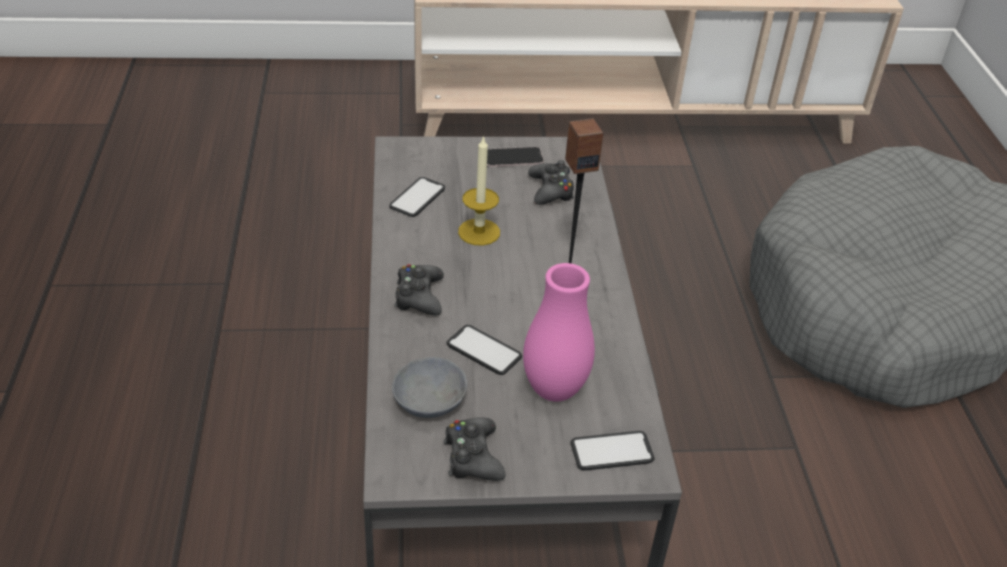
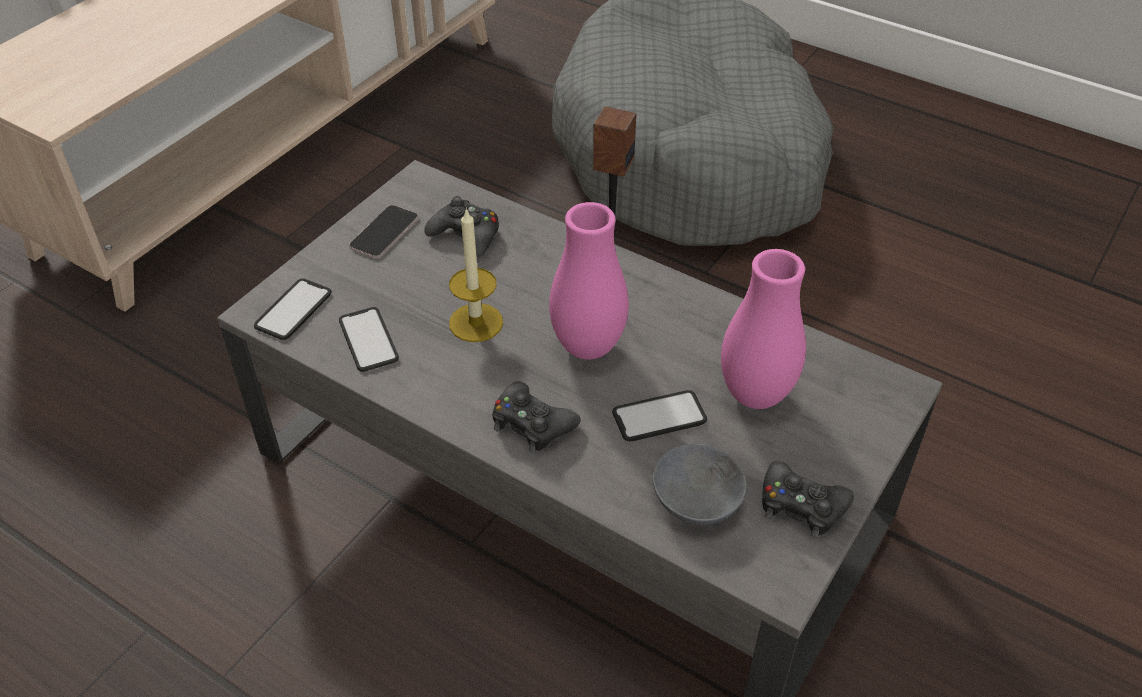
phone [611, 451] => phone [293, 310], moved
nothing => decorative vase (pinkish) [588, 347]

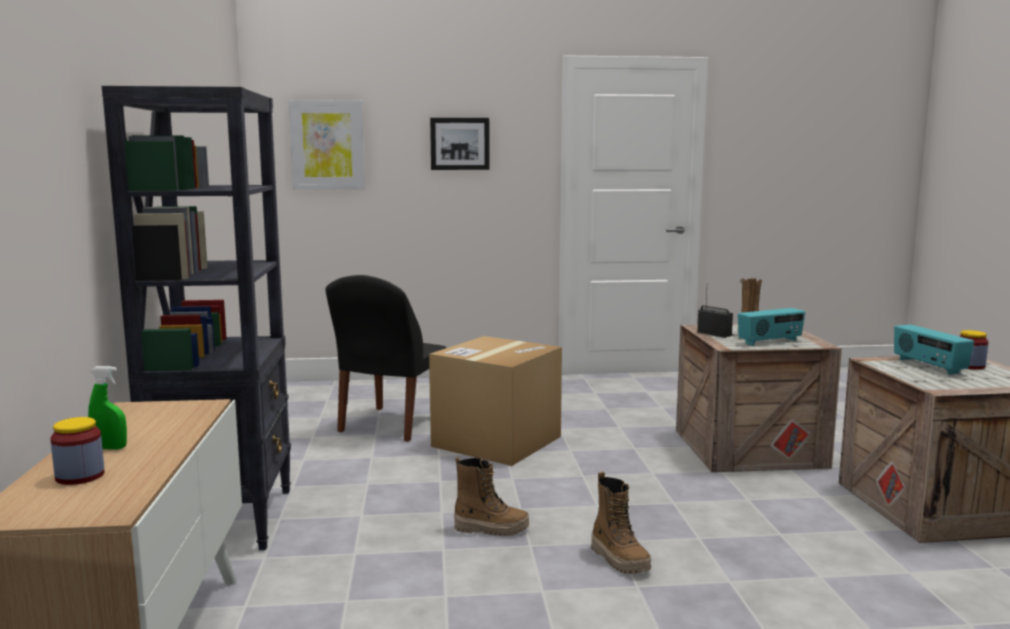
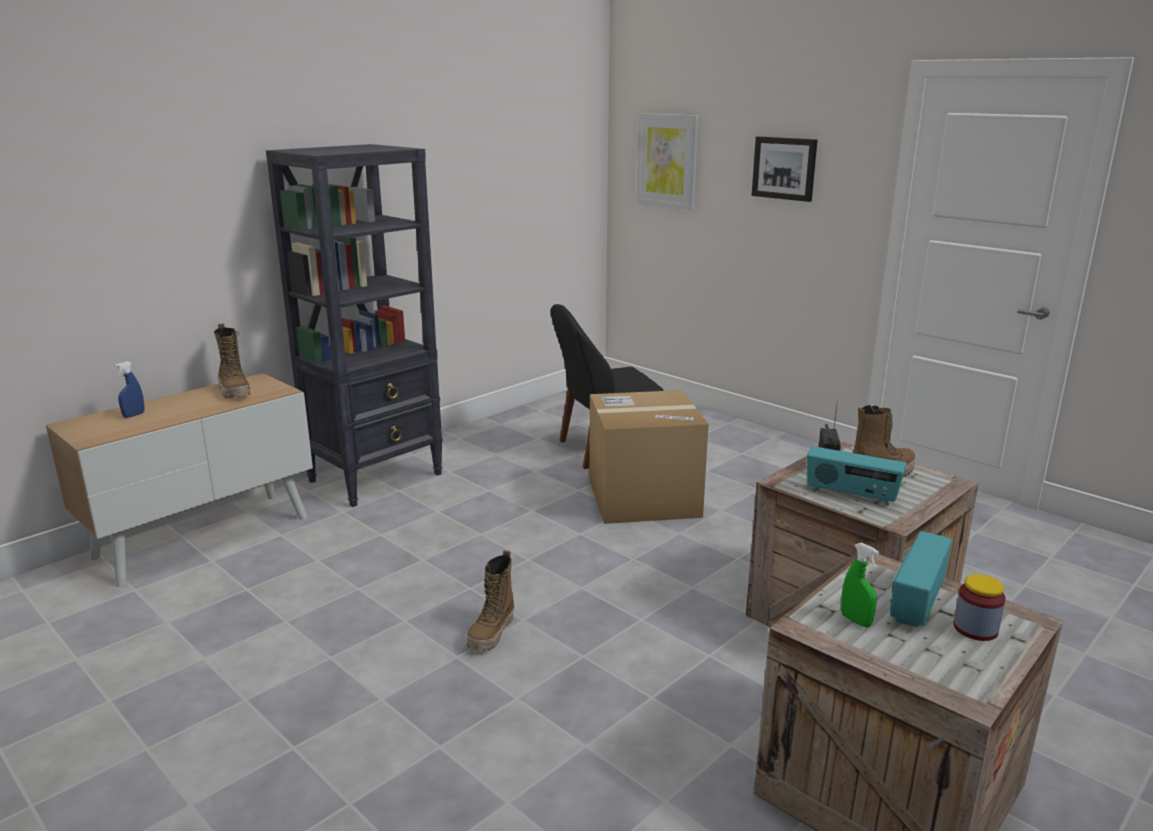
storage jar [80, 476] => spray bottle (blue) [134, 415]
spray bottle (green) [109, 448] => spray bottle (green) [856, 620], moved
tall boot [491, 529] => tall boot [234, 392], moved

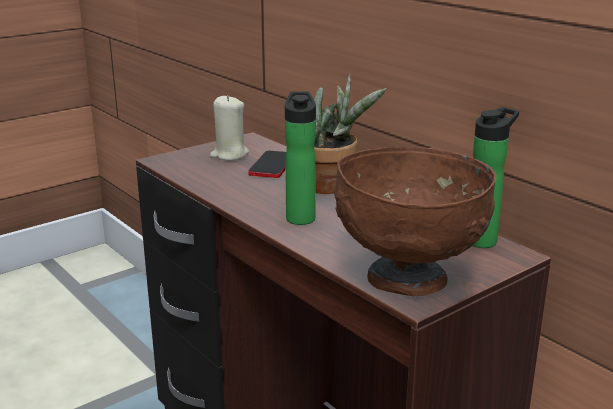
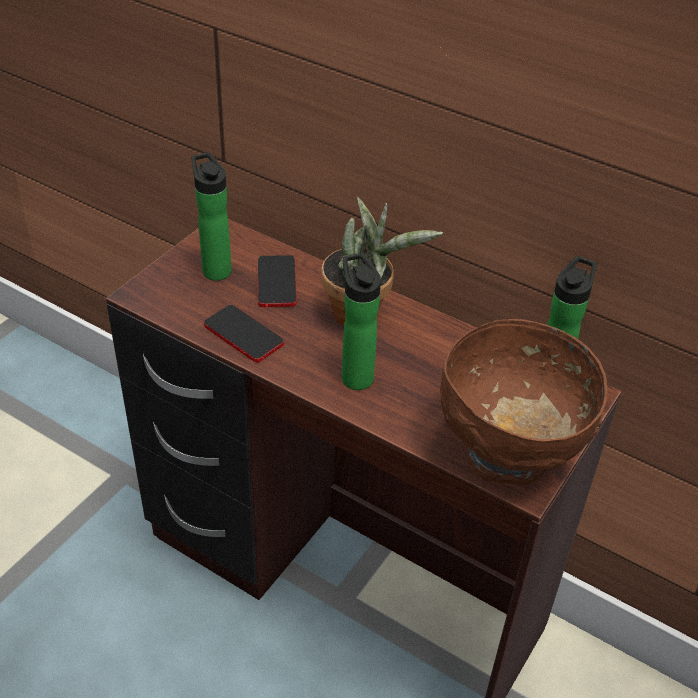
wax candle (beige) [229, 155] => drink bottle [215, 269]
nothing => phone [243, 335]

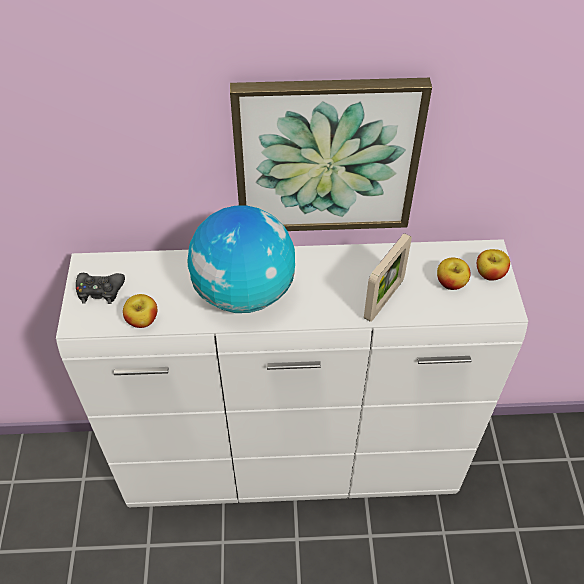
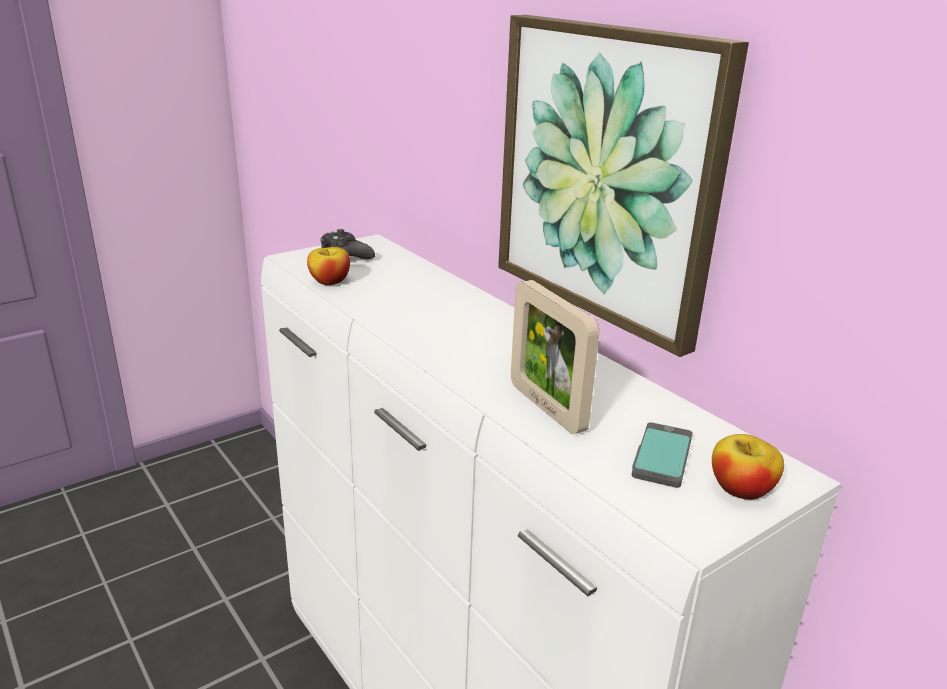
globe [244, 292] => nothing
standing frame [384, 299] => standing frame [546, 408], 60 degrees clockwise
apple [451, 283] => phone [662, 456]

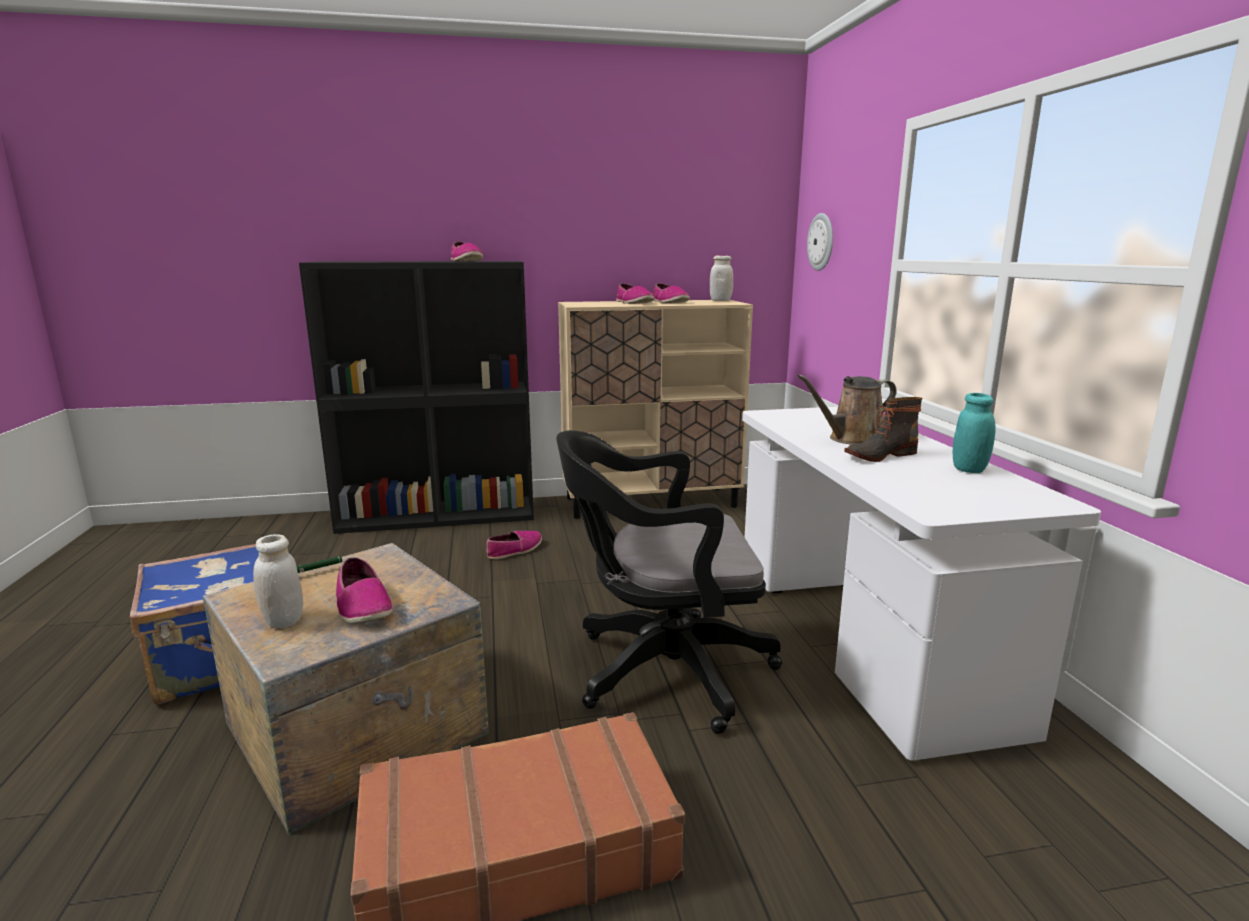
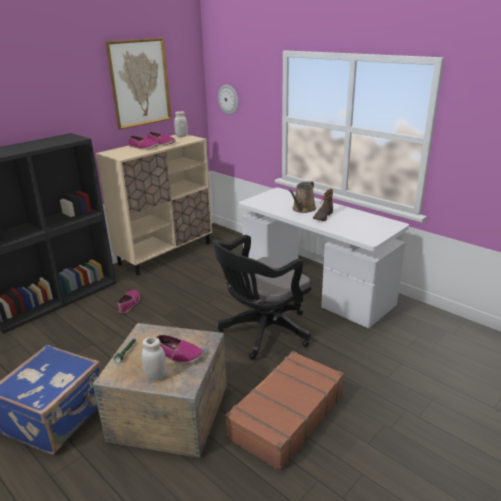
shoe [465, 261] => nothing
storage jar (blue-green) [969, 469] => nothing
nothing => wall picture [139, 83]

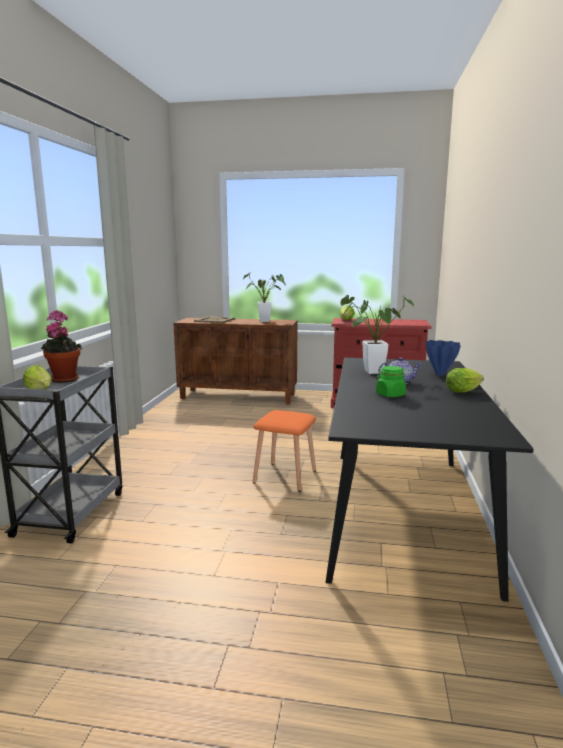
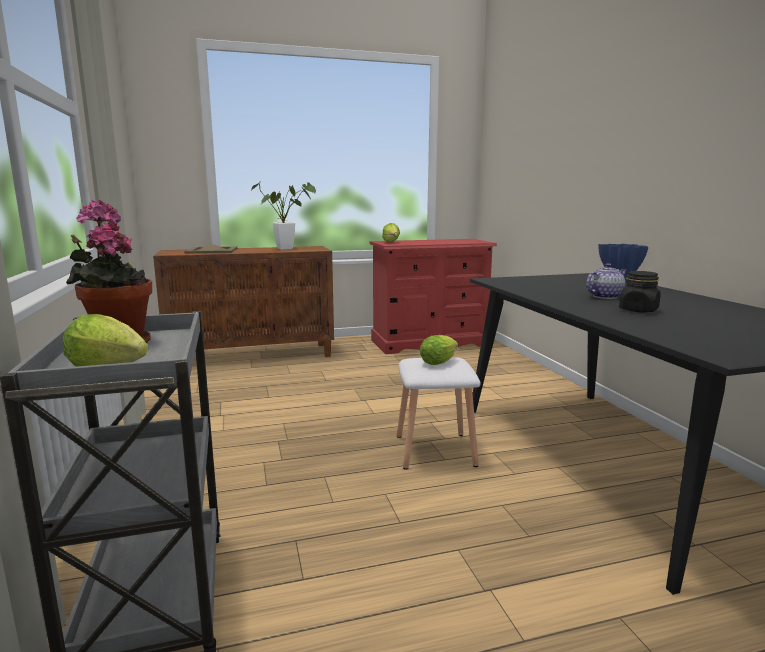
sitting stool (orange) [285, 476] => sitting stool (white) [434, 450]
plant in a pot [369, 372] => nothing
storage jar (green) [390, 395] => storage jar (black-coloured) [638, 310]
lettuce head [464, 391] => lettuce head [440, 362], moved

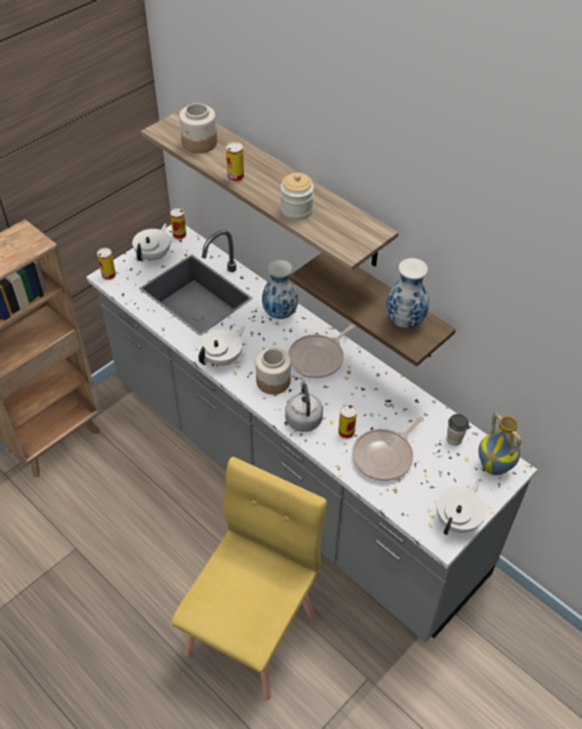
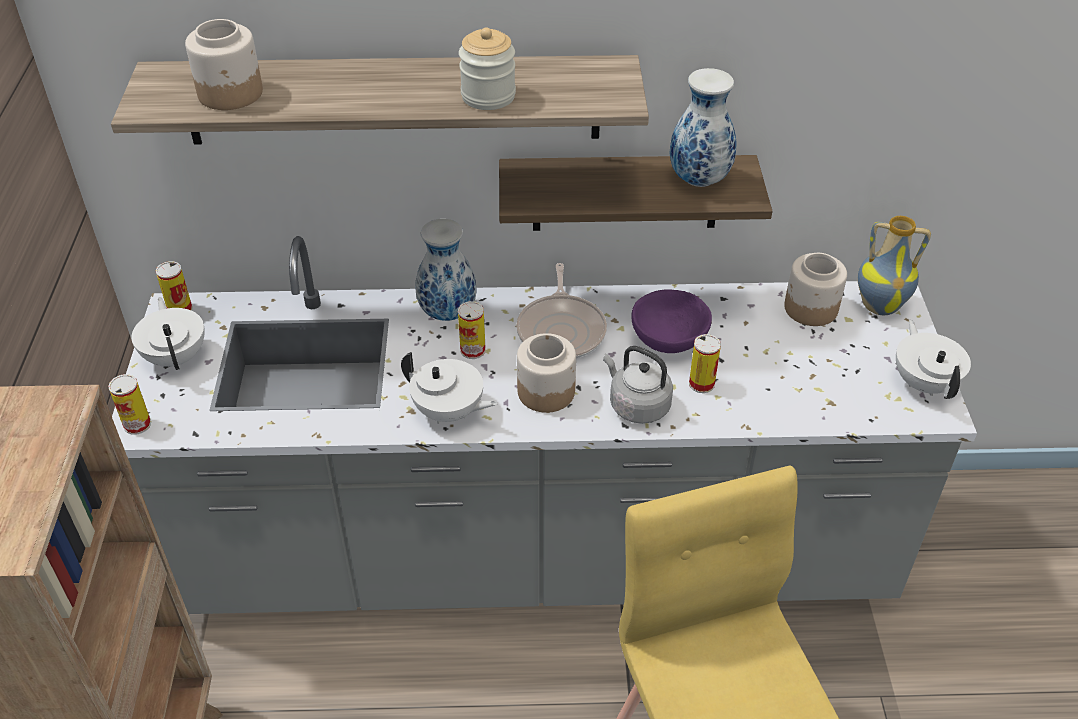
teapot (white) [223, 359] => teapot (white) [449, 412], 120 degrees clockwise
metal can [235, 177] => metal can [473, 350], moved
frying pan [385, 456] => nothing
small cup [454, 439] => storage jar [810, 309]
nothing => deep dish (purple) [669, 340]

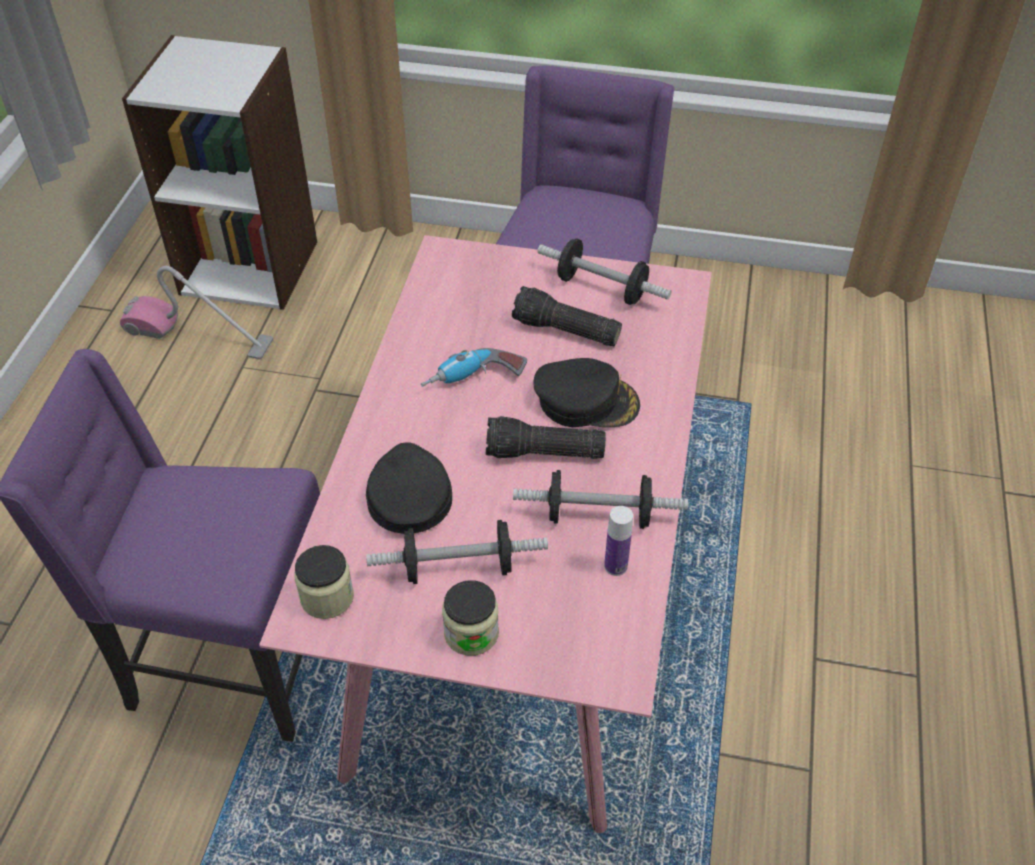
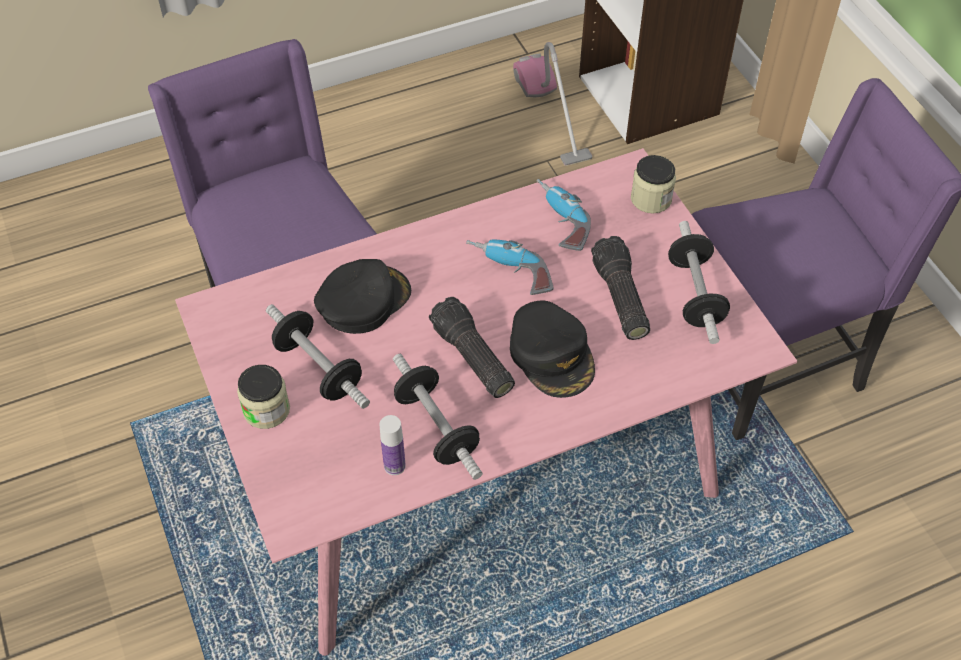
storage jar [327, 597] => storage jar [651, 199], moved
nothing => drill [559, 222]

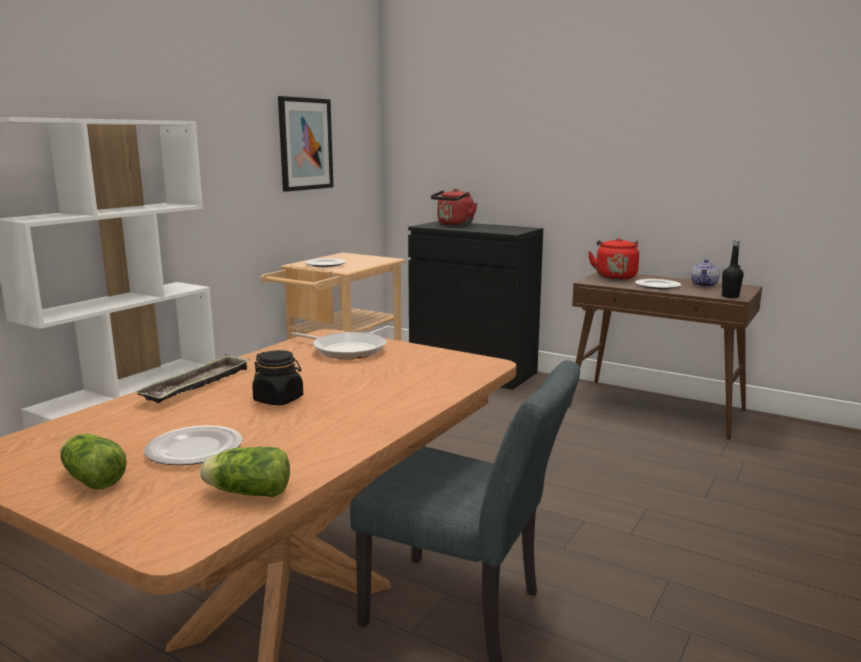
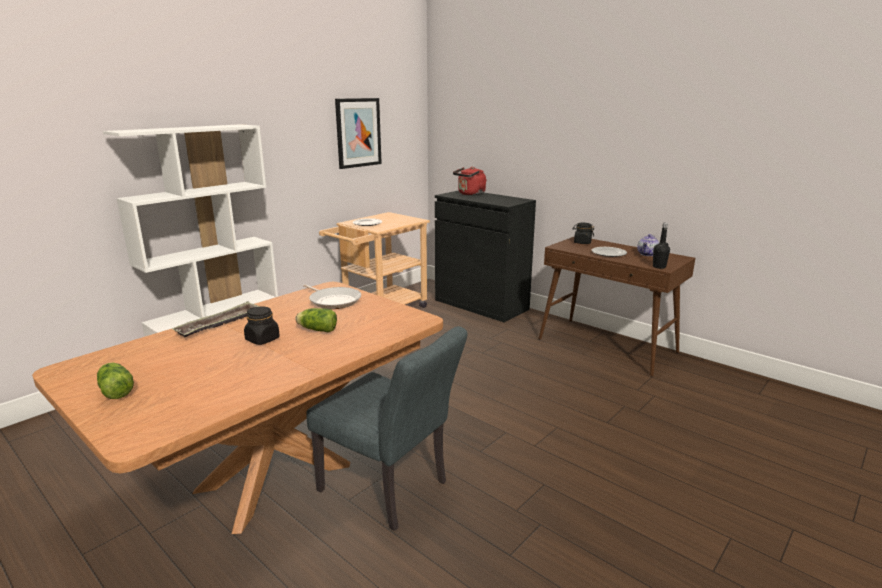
flat dish [193, 449] => nothing
lettuce head [246, 492] => lettuce head [316, 329], moved
tea kettle (red-coloured) [615, 276] => storage jar (black-coloured) [582, 242]

